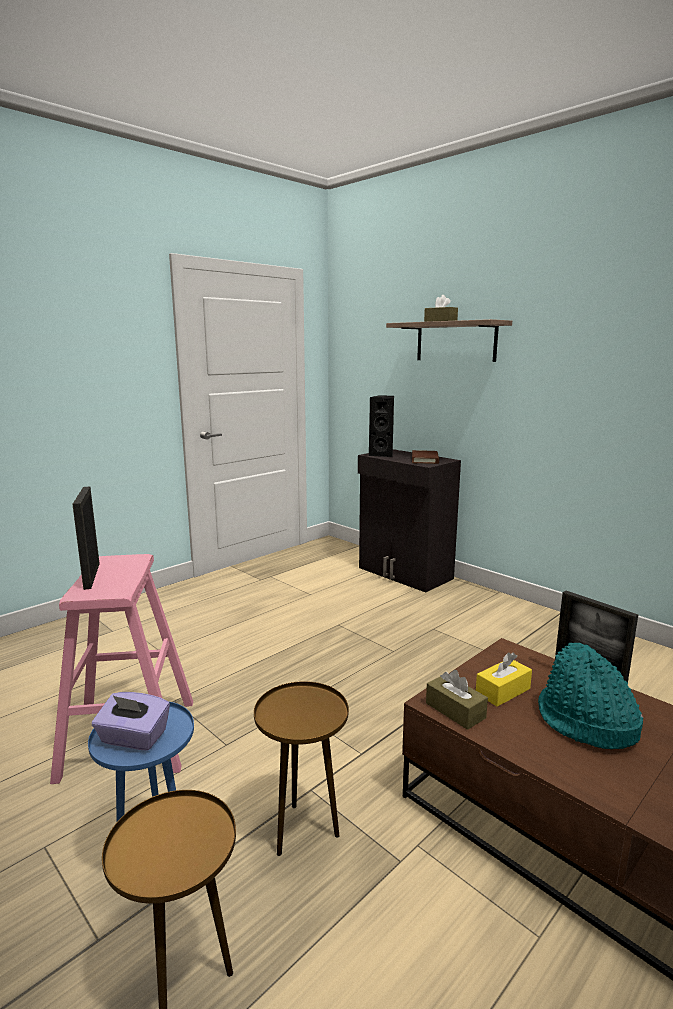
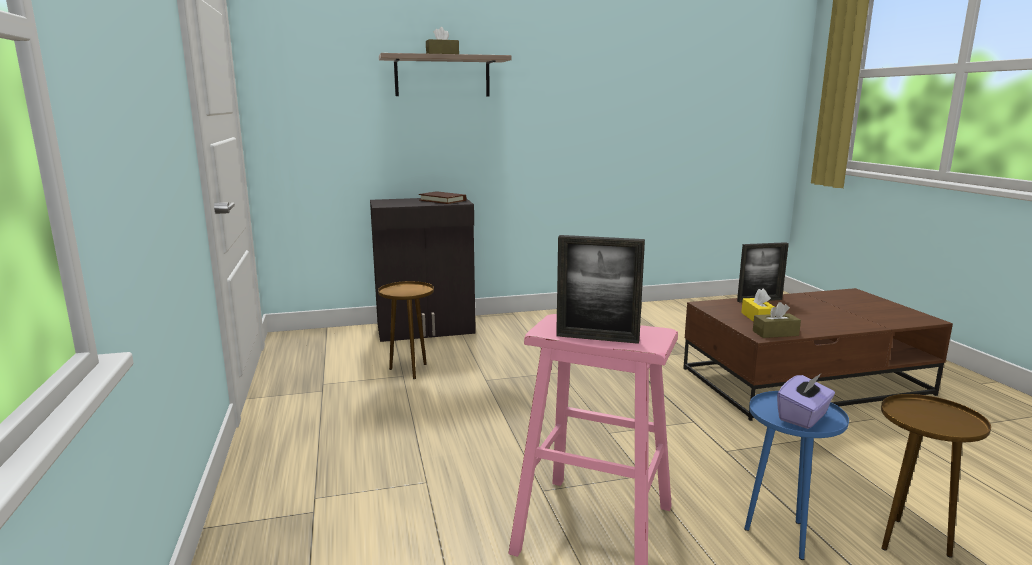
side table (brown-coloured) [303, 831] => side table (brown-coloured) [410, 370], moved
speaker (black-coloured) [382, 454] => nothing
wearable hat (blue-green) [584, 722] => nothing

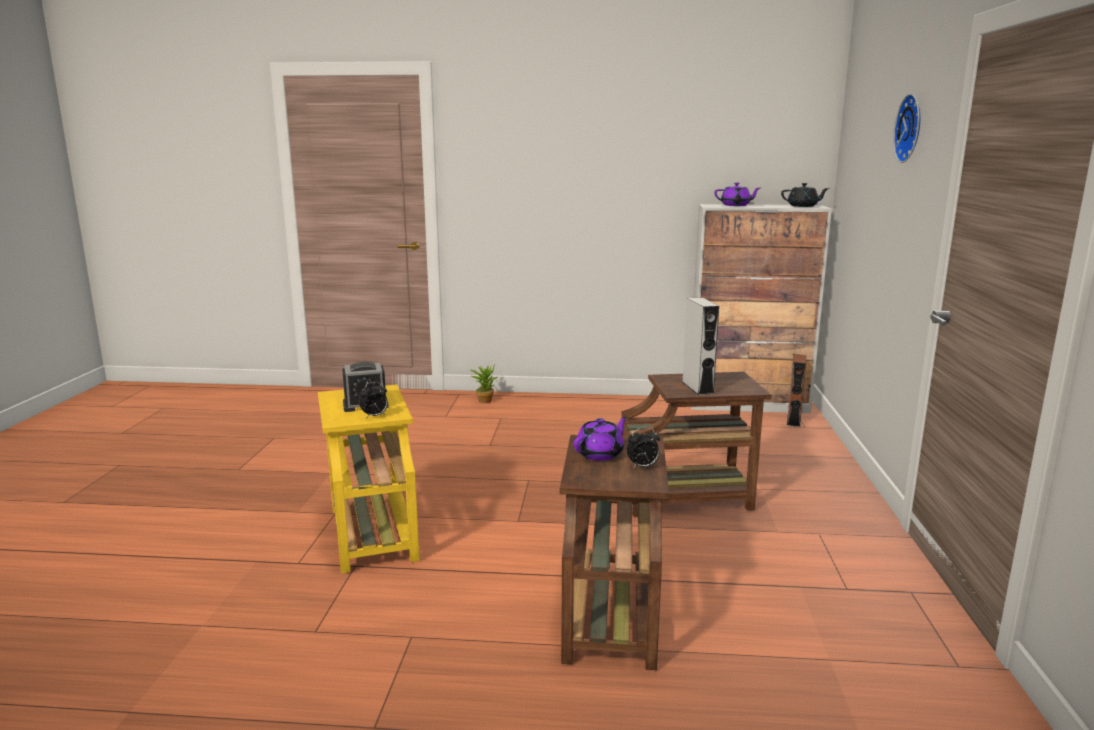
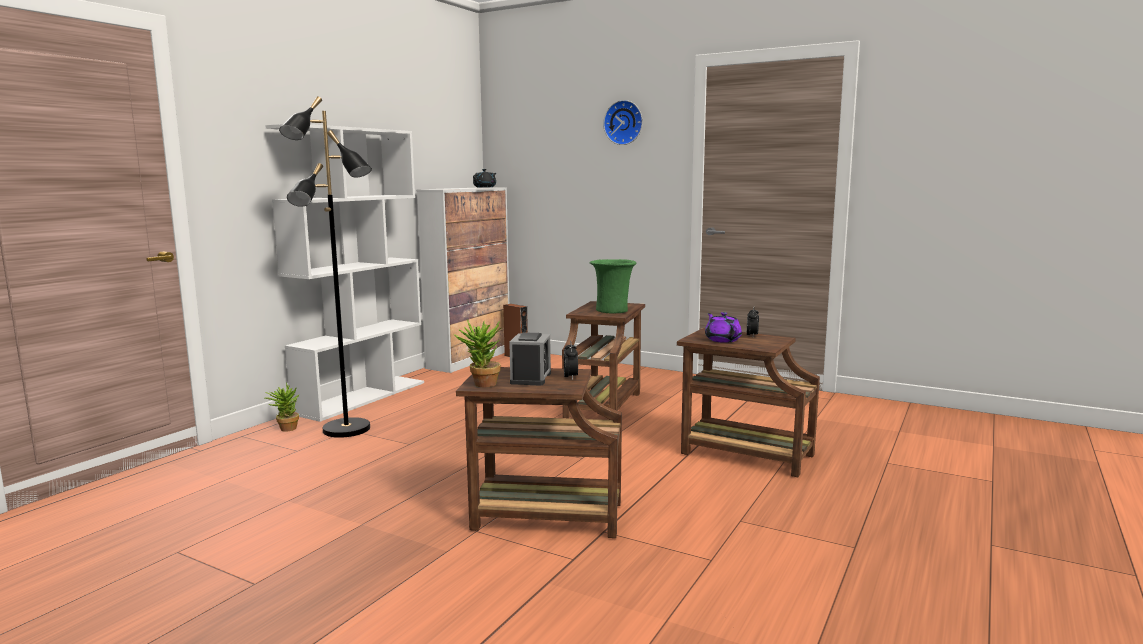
side table (yellow-coloured) [373, 532] => side table (brown-coloured) [543, 516]
speaker (grey) [697, 387] => decorative vase (green) [612, 311]
teapot (purple) [736, 205] => nothing
nothing => shelving unit (white) [361, 397]
nothing => standing lamp (black-coloured) [346, 430]
nothing => plant in a pot [481, 385]

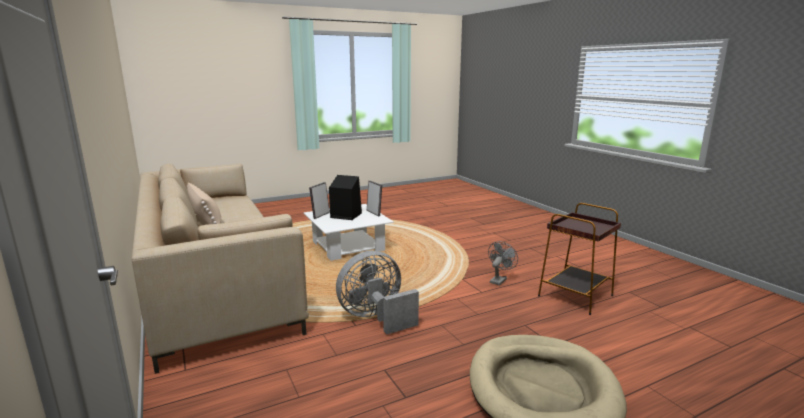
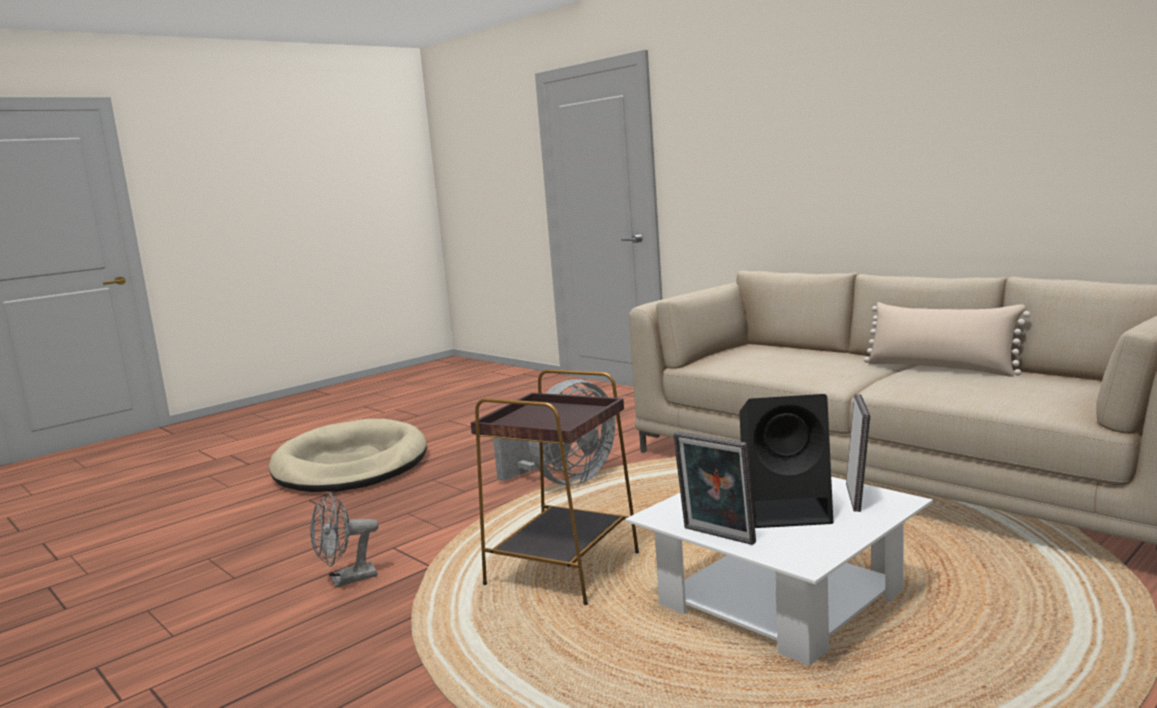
cooling fan (grey) [499, 280] => cooling fan (grey) [346, 580], 45 degrees clockwise
side table (brown-coloured) [576, 296] => side table (brown-coloured) [561, 570], moved

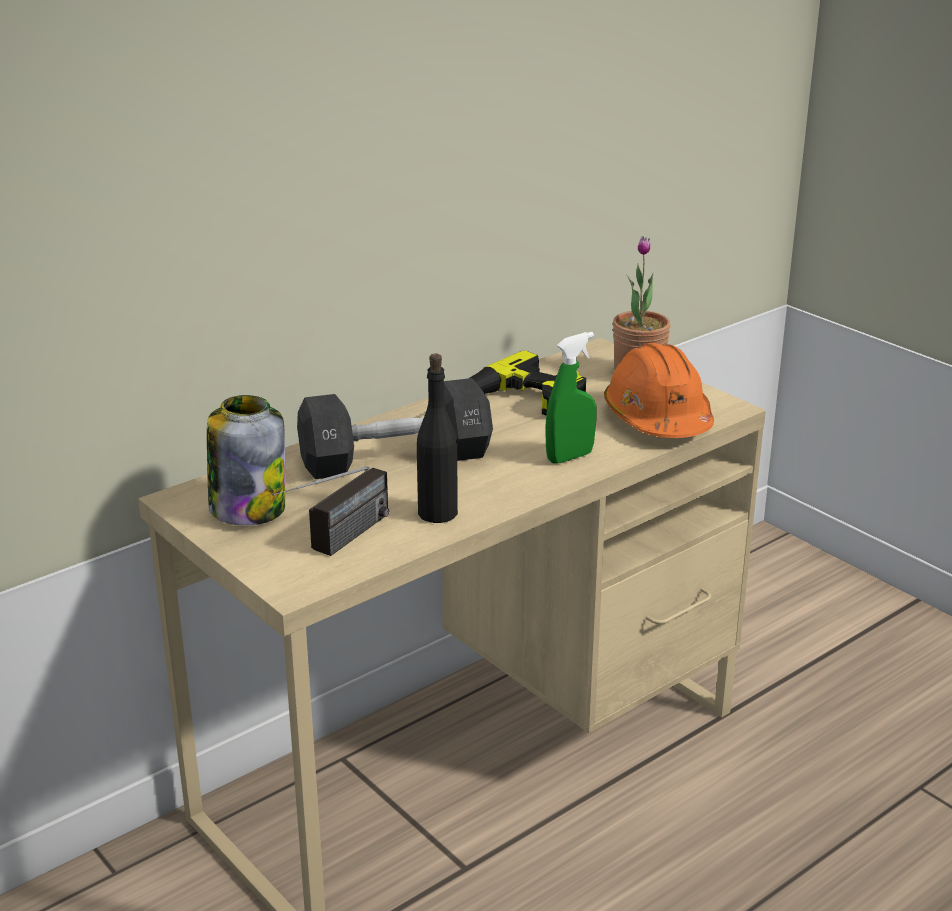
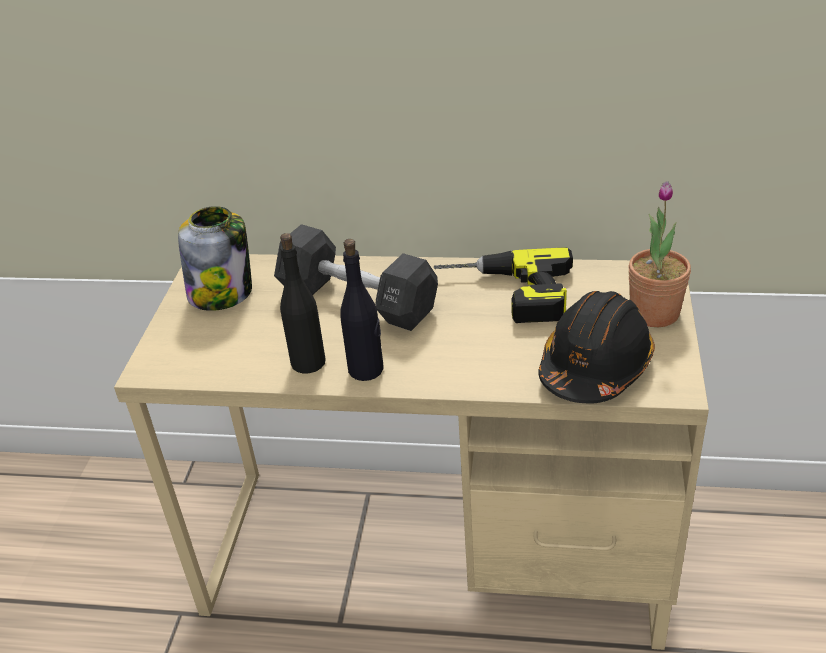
radio set [337, 543] => nothing
spray bottle (green) [570, 457] => nothing
safety helmet (orange) [657, 419] => safety helmet (black-coloured) [595, 367]
nothing => drink bottle (black-coloured) [366, 369]

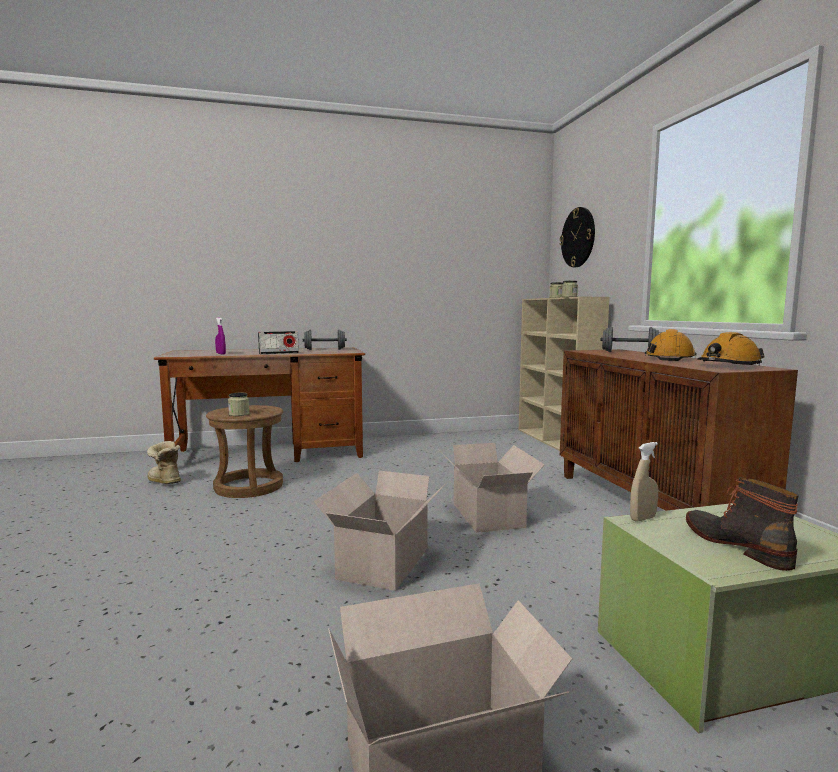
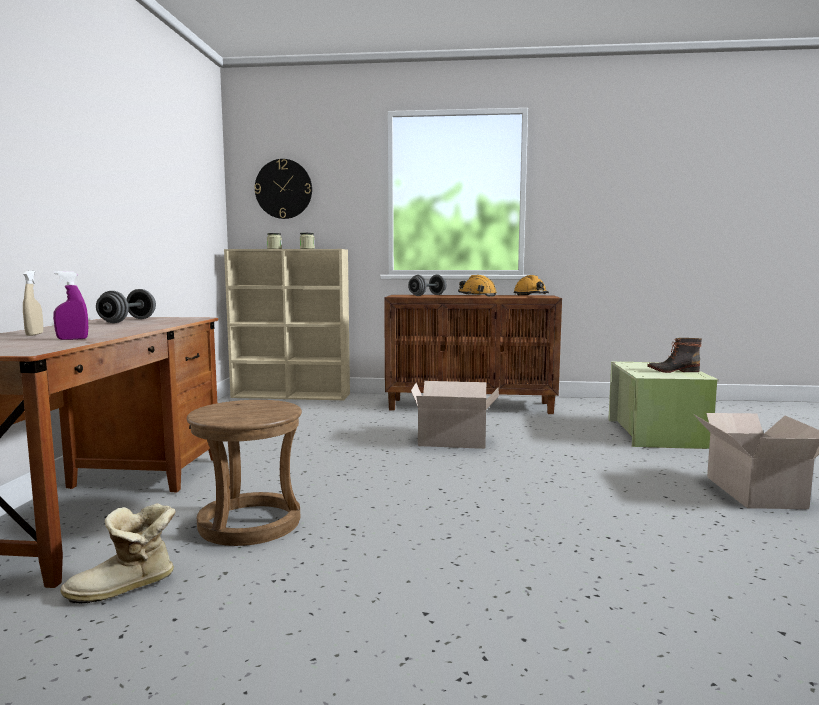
storage jar [239, 414] => nothing
radio set [279, 353] => nothing
packing box [382, 564] => nothing
spray bottle (beige) [643, 518] => spray bottle (beige) [34, 334], moved

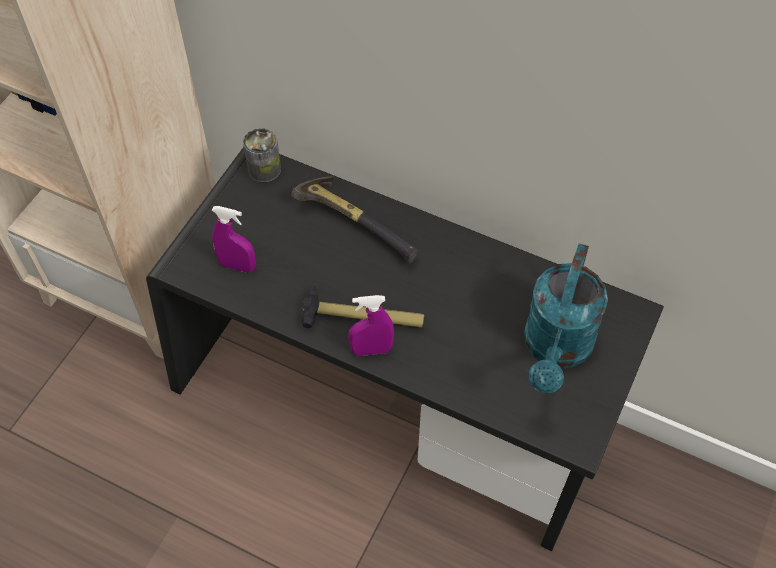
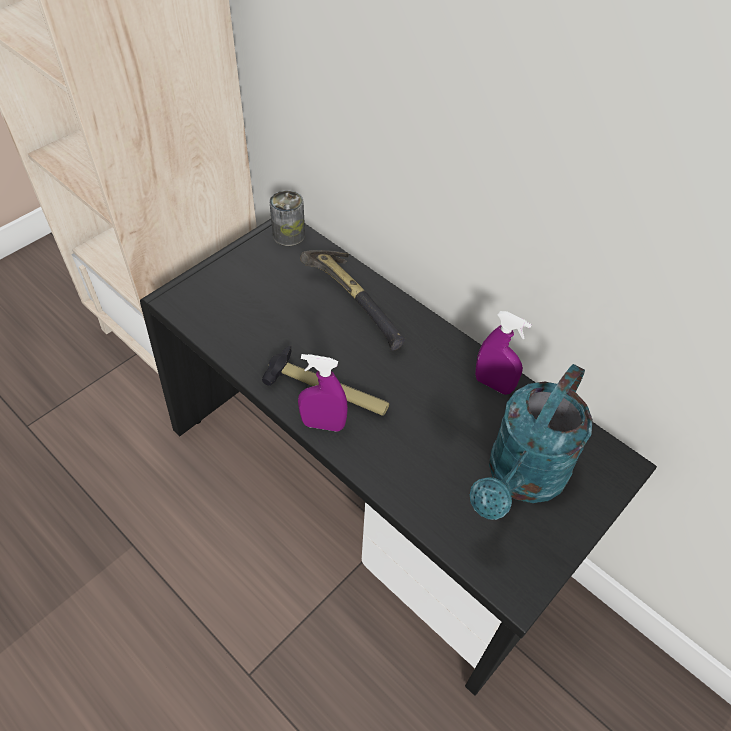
spray bottle (purple) [237, 266] => spray bottle (purple) [493, 384], moved

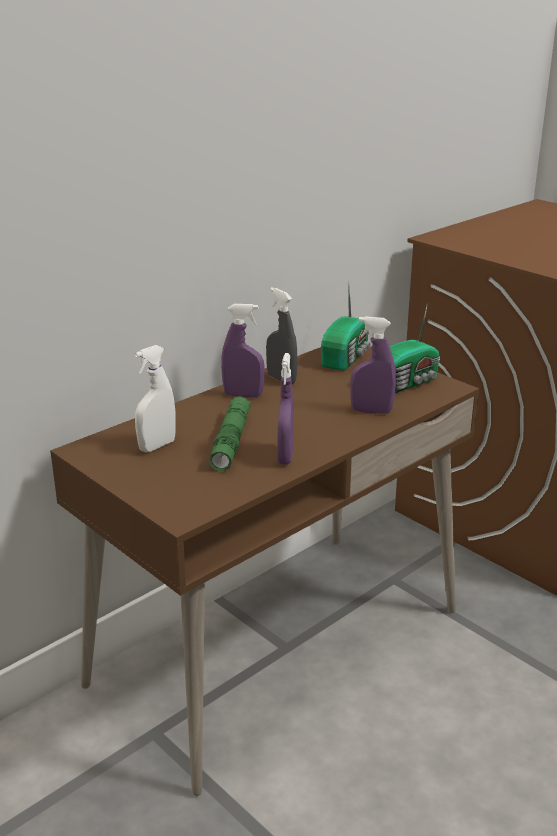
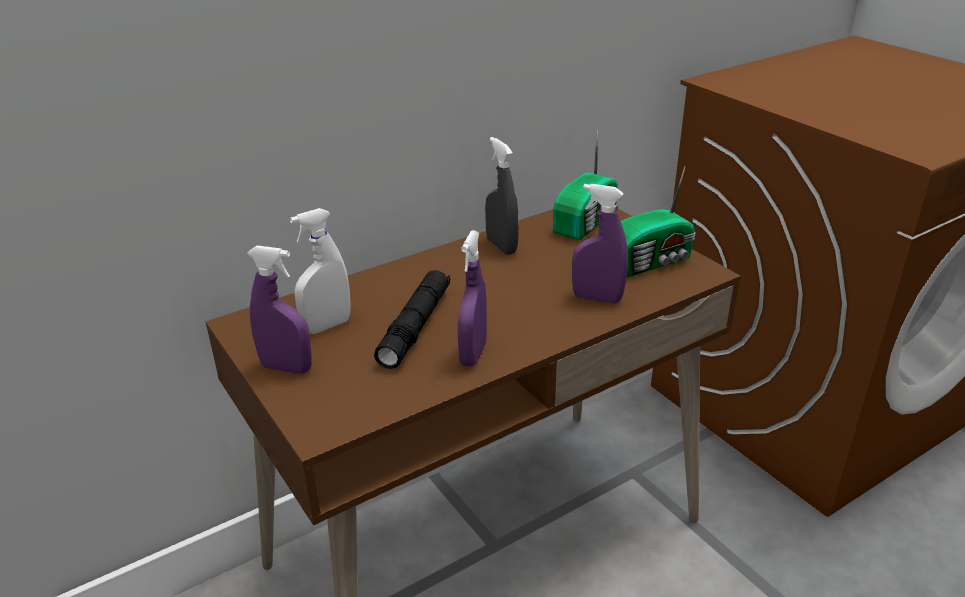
hand torch (green) [231, 441] => hand torch (black-coloured) [415, 326]
spray bottle (purple) [243, 395] => spray bottle (purple) [286, 367], moved

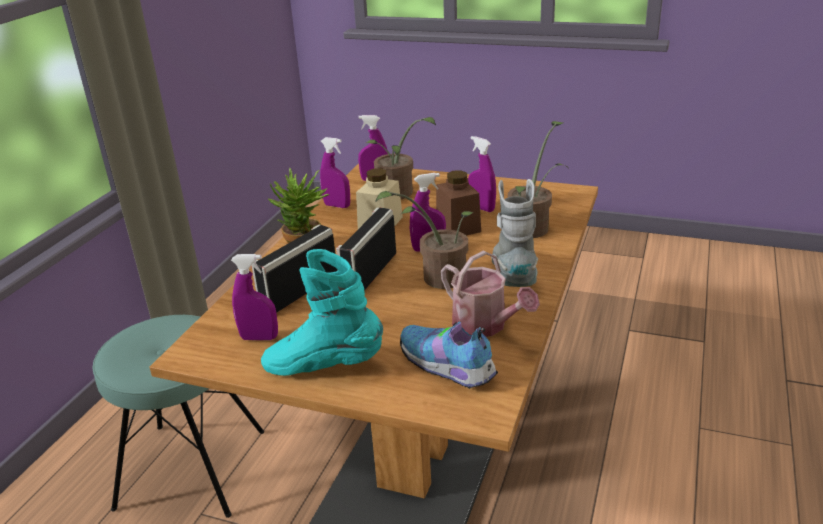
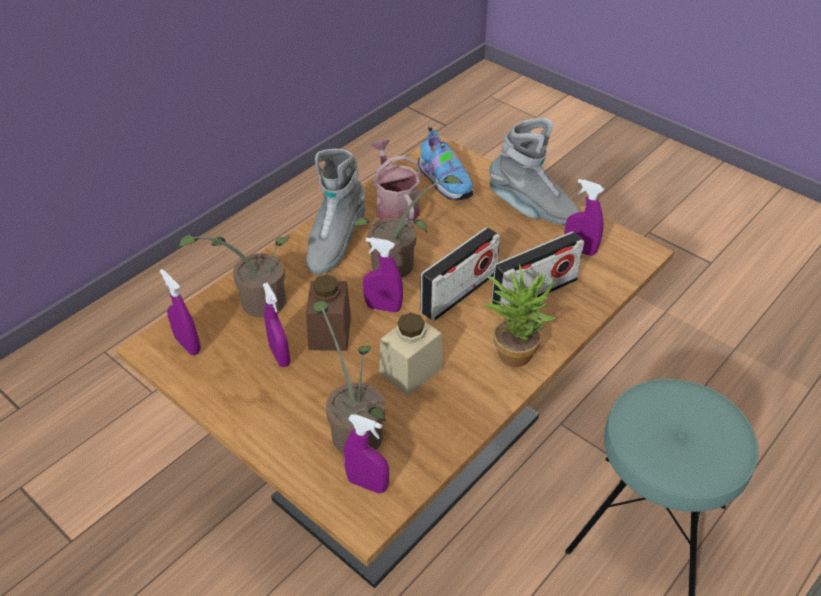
tall boot (blue-green) [324, 365] => tall boot (grey) [532, 210]
spray bottle (purple) [337, 206] => spray bottle (purple) [188, 345], moved

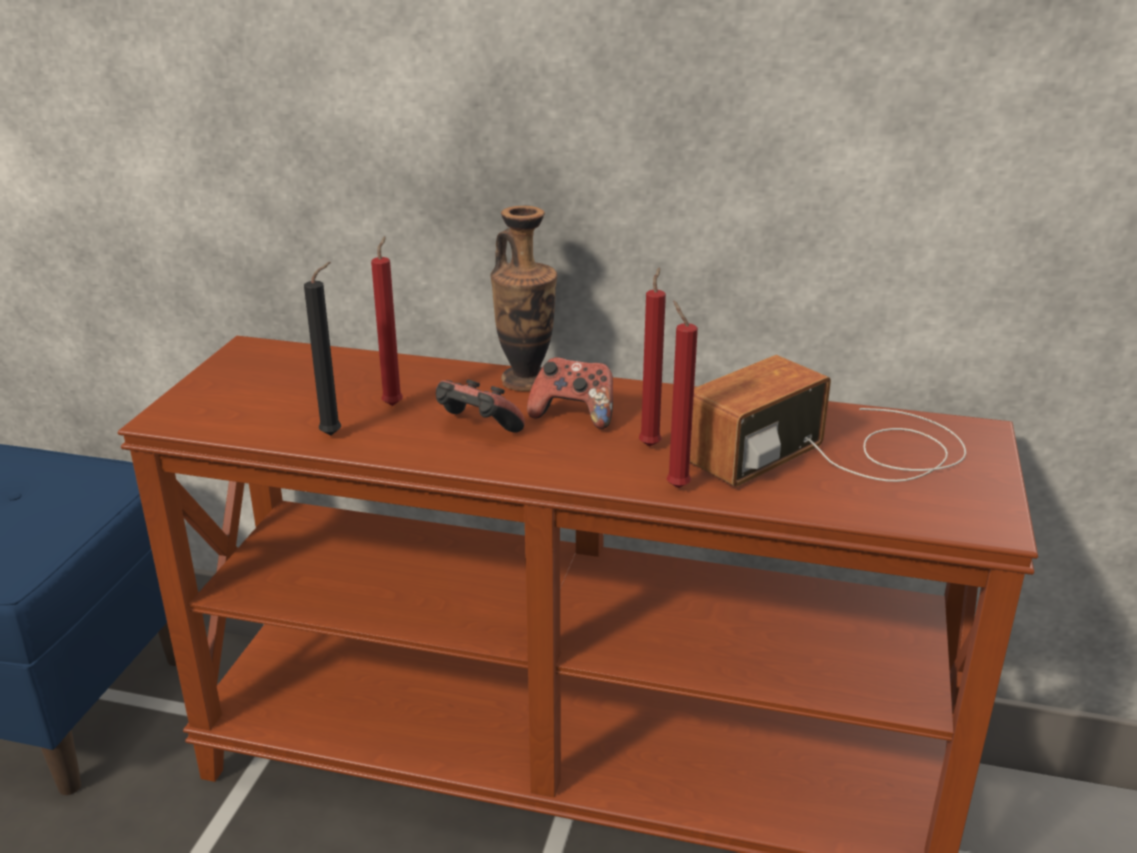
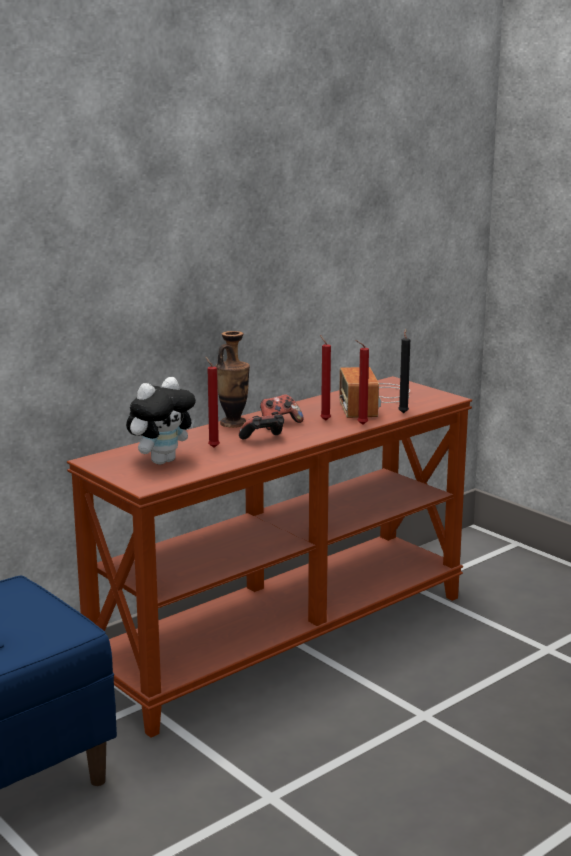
wax candle (black-coloured) [334, 434] => wax candle (black-coloured) [403, 412], moved
nothing => soft toy [162, 461]

